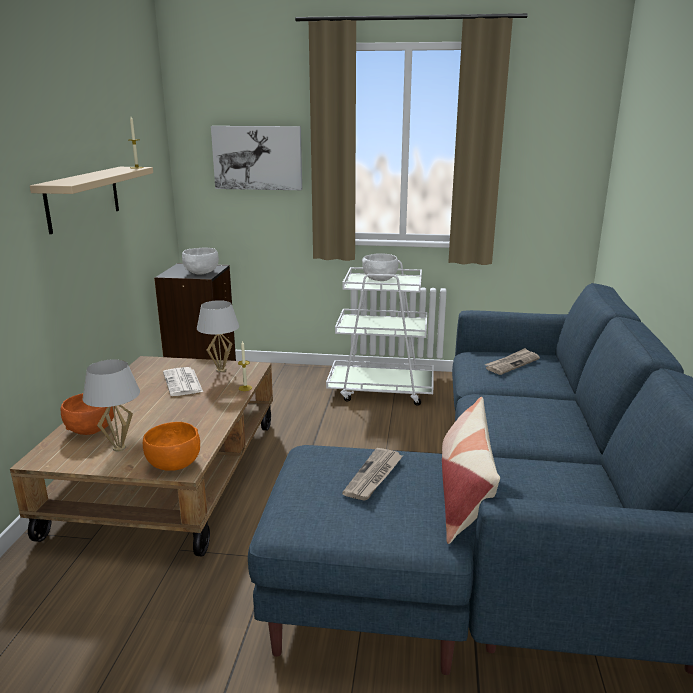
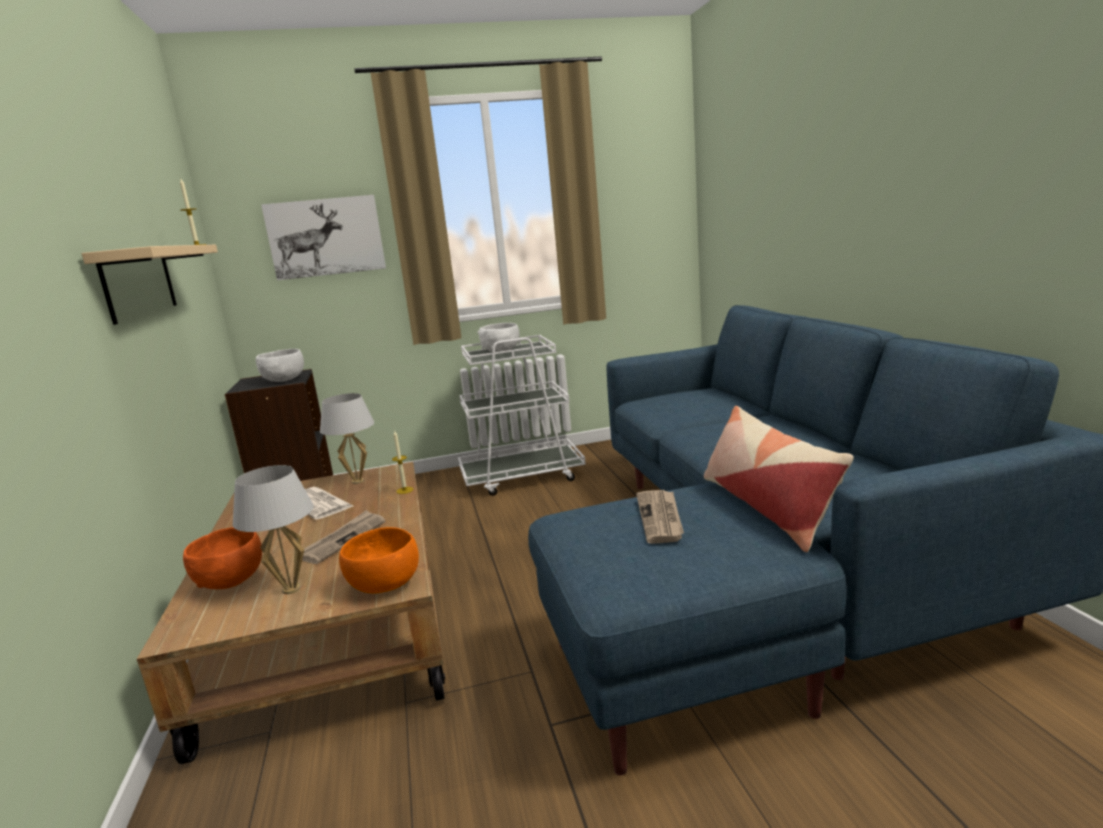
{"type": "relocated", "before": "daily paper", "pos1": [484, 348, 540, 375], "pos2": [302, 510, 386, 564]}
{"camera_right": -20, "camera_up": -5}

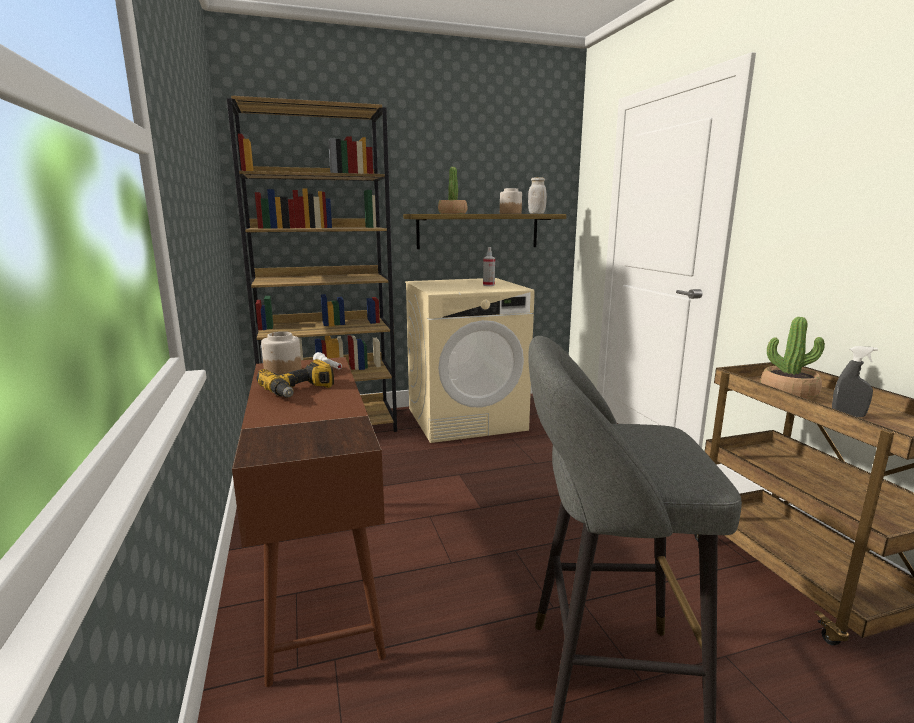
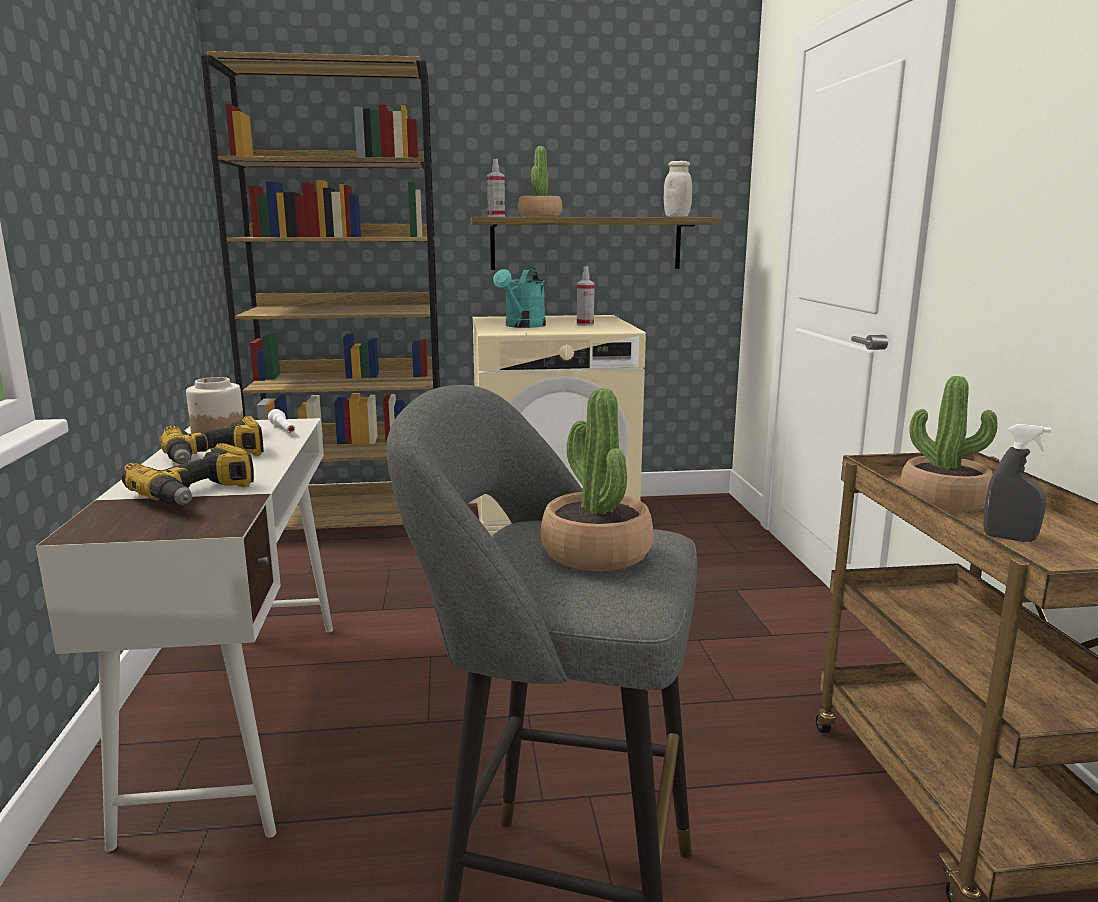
{"type": "colour", "before": "desk unit (brown-coloured)", "after": "desk unit (white)", "pos1": [232, 357, 386, 687], "pos2": [36, 418, 333, 852]}
{"type": "appeared", "after": "drill", "pos2": [122, 443, 254, 505]}
{"type": "appeared", "after": "sprayer", "pos2": [487, 159, 505, 217]}
{"type": "appeared", "after": "sprinkling can (blue-green)", "pos2": [493, 267, 546, 328]}
{"type": "appeared", "after": "plant in a pot", "pos2": [541, 388, 653, 571]}
{"type": "missing", "before": "storage jar", "pos1": [500, 188, 522, 214]}
{"camera_right": 10, "camera_up": 0}

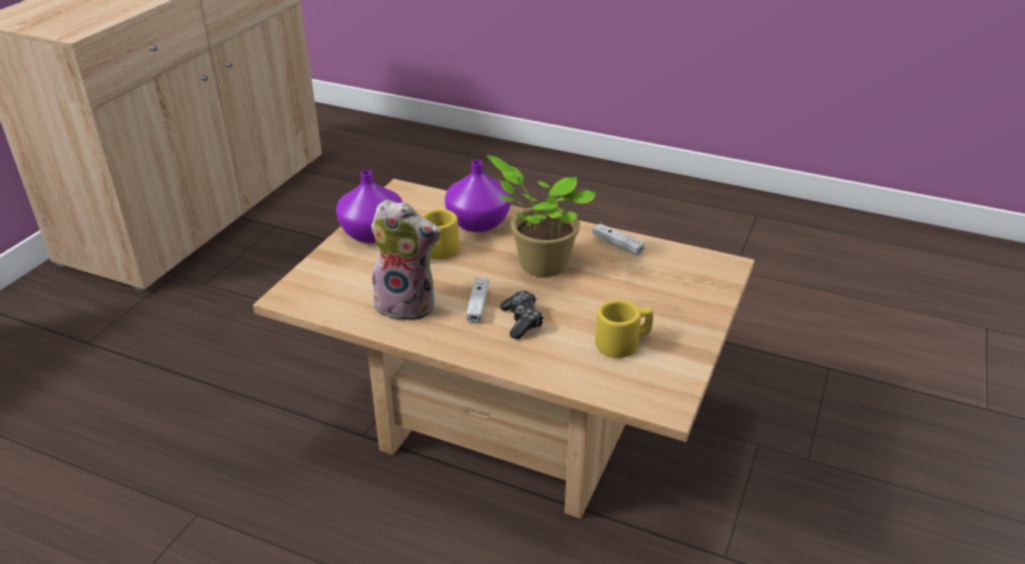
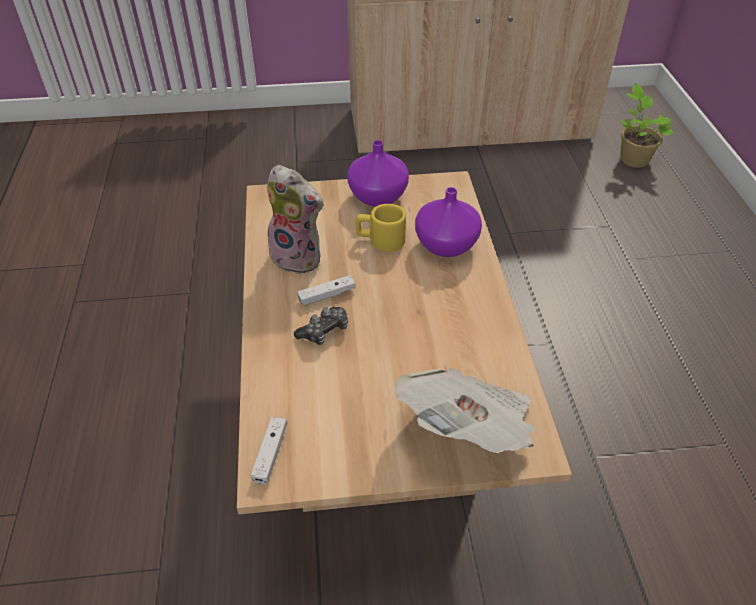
{"type": "relocated", "before": "joypad (white)", "pos1": [592, 224, 645, 255], "pos2": [251, 417, 287, 484]}
{"type": "spun", "before": "plush toy", "pos1": [371, 199, 441, 321], "pos2": [267, 165, 324, 275], "turn": -45}
{"type": "appeared", "after": "daily paper", "pos2": [395, 368, 536, 453]}
{"type": "relocated", "before": "plant in a pot", "pos1": [487, 155, 596, 277], "pos2": [620, 83, 674, 168]}
{"type": "missing", "before": "tea mug (yellow-coloured)", "pos1": [595, 300, 653, 358]}
{"camera_right": 60, "camera_up": 10}

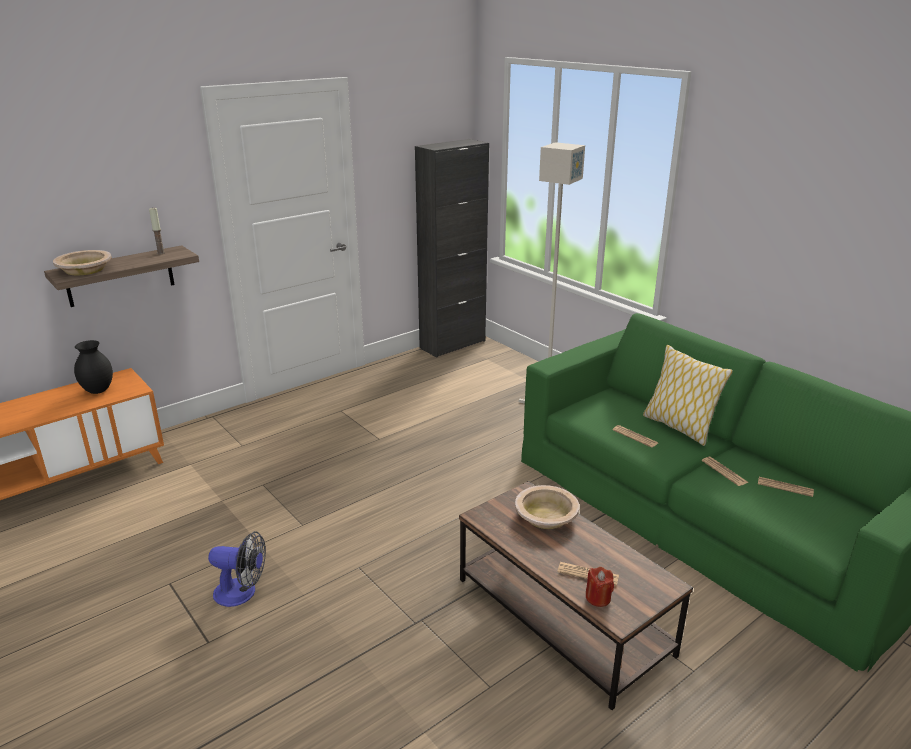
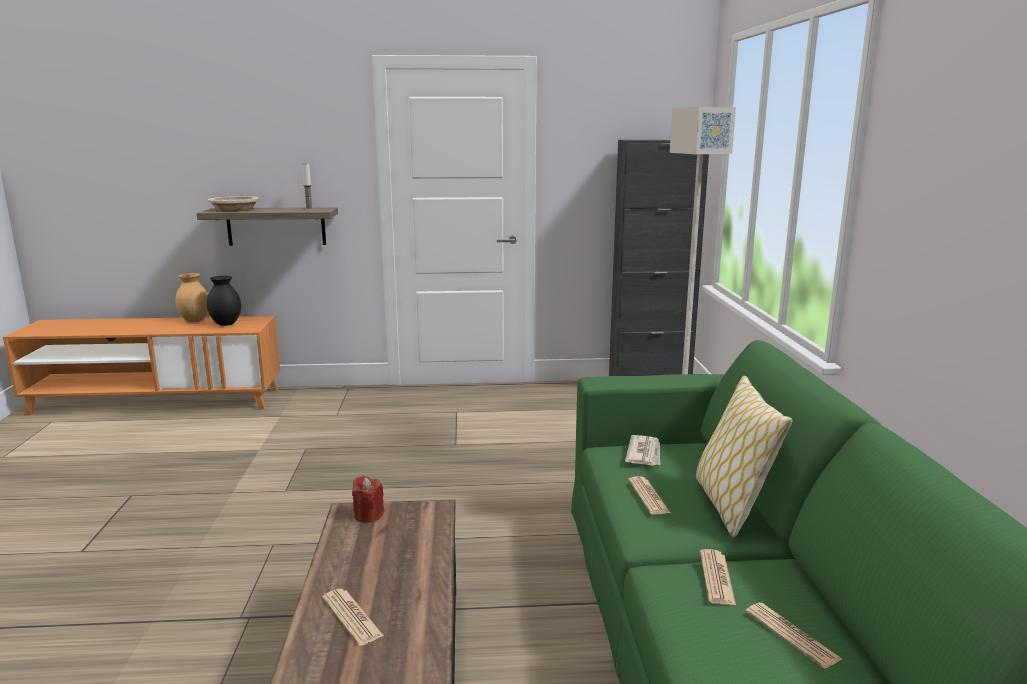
{"type": "appeared", "after": "flower vase (brown-coloured)", "pos2": [175, 273, 208, 322]}
{"type": "relocated", "before": "candle (reddish)", "pos1": [586, 567, 614, 607], "pos2": [352, 475, 384, 523]}
{"type": "appeared", "after": "daily paper", "pos2": [625, 435, 660, 466]}
{"type": "missing", "before": "electric fan", "pos1": [208, 531, 266, 607]}
{"type": "missing", "before": "deep dish (beige-coloured)", "pos1": [515, 485, 579, 529]}
{"camera_right": 35, "camera_up": -10}

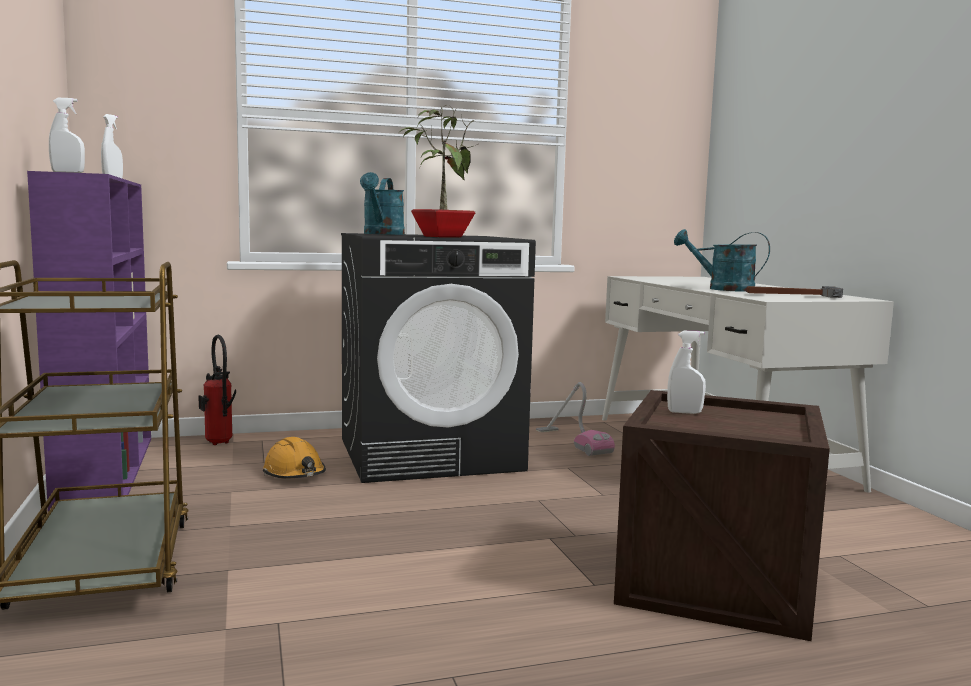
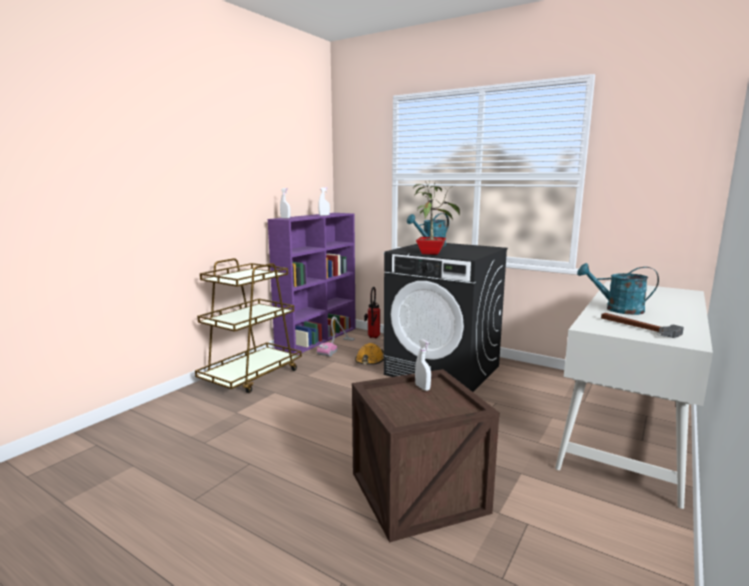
{"type": "relocated", "before": "vacuum", "pos1": [536, 382, 615, 456], "pos2": [317, 316, 355, 357]}
{"type": "spun", "before": "sprinkling can (blue-green)", "pos1": [674, 229, 770, 292], "pos2": [577, 263, 659, 315], "turn": -60}
{"camera_right": 50, "camera_up": 5}

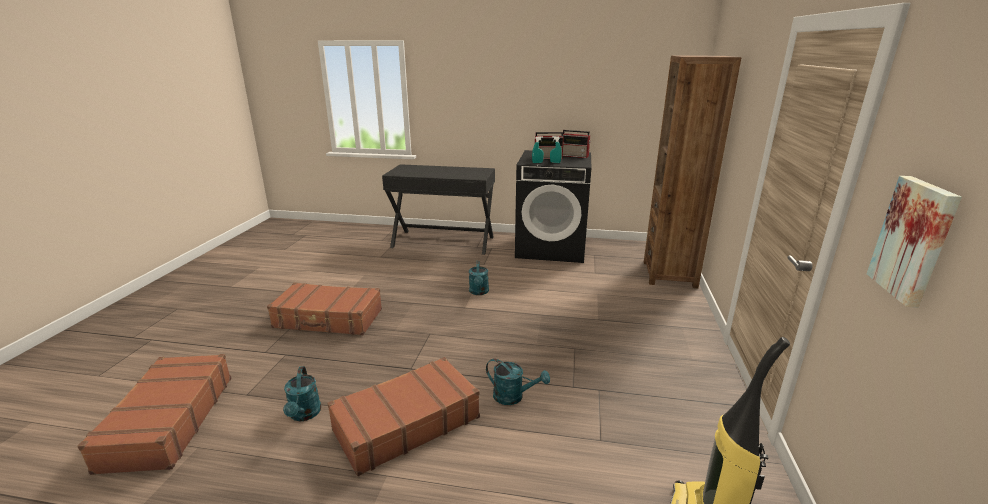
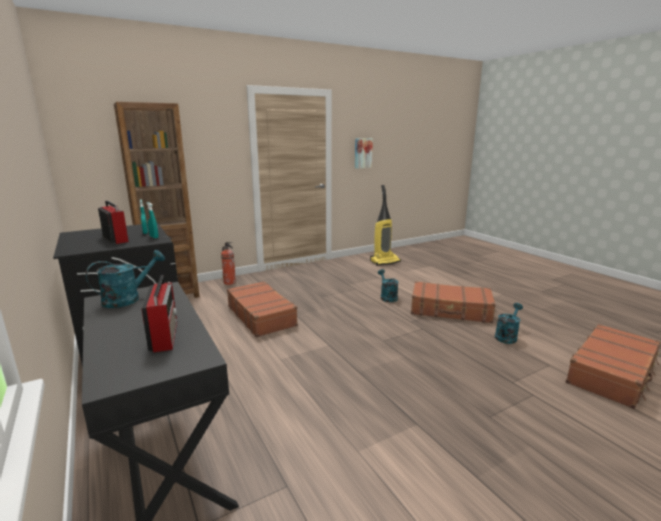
{"type": "relocated", "before": "sprinkling can (blue-green)", "pos1": [469, 261, 489, 295], "pos2": [86, 250, 165, 308]}
{"type": "relocated", "before": "radio set", "pos1": [563, 130, 591, 158], "pos2": [141, 275, 177, 352]}
{"type": "appeared", "after": "fire-fighting cylinder", "pos2": [221, 242, 236, 285]}
{"type": "relocated", "before": "piece of luggage (brown-coloured)", "pos1": [267, 282, 382, 335], "pos2": [227, 281, 298, 337]}
{"camera_right": -130, "camera_up": -5}

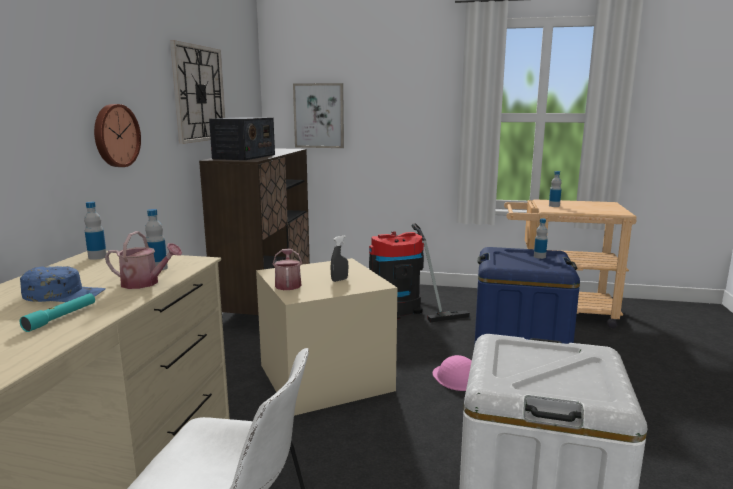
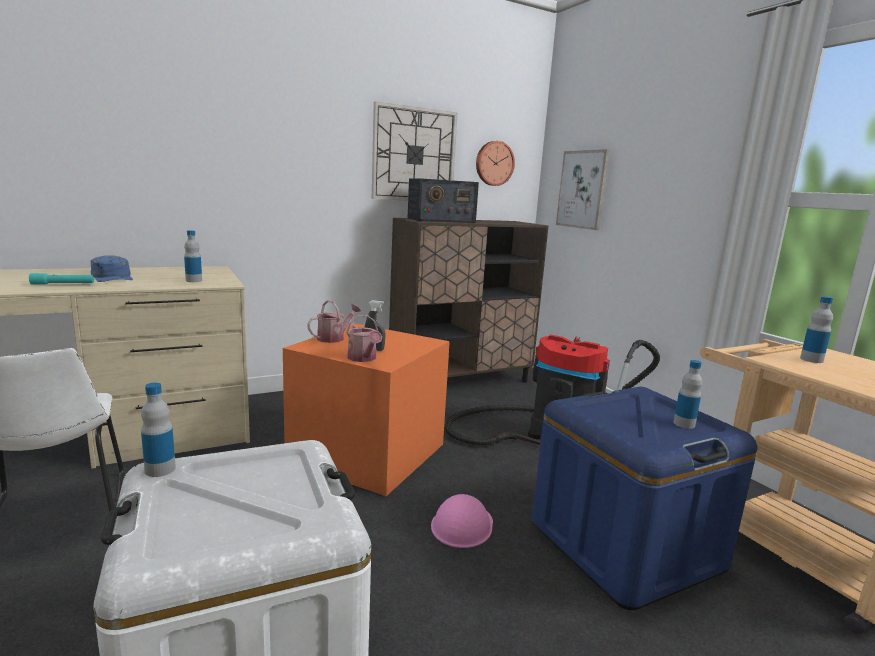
{"type": "relocated", "before": "bottle", "pos1": [84, 202, 107, 260], "pos2": [141, 383, 176, 477]}
{"type": "colour", "before": "storage box (beige-coloured)", "after": "storage box (orangey)", "pos1": [256, 258, 397, 416], "pos2": [283, 323, 450, 496]}
{"type": "relocated", "before": "sprinkling can", "pos1": [105, 231, 182, 289], "pos2": [346, 315, 382, 362]}
{"type": "relocated", "before": "clock on the wall", "pos1": [94, 104, 141, 167], "pos2": [476, 141, 515, 186]}
{"camera_right": 50, "camera_up": 0}

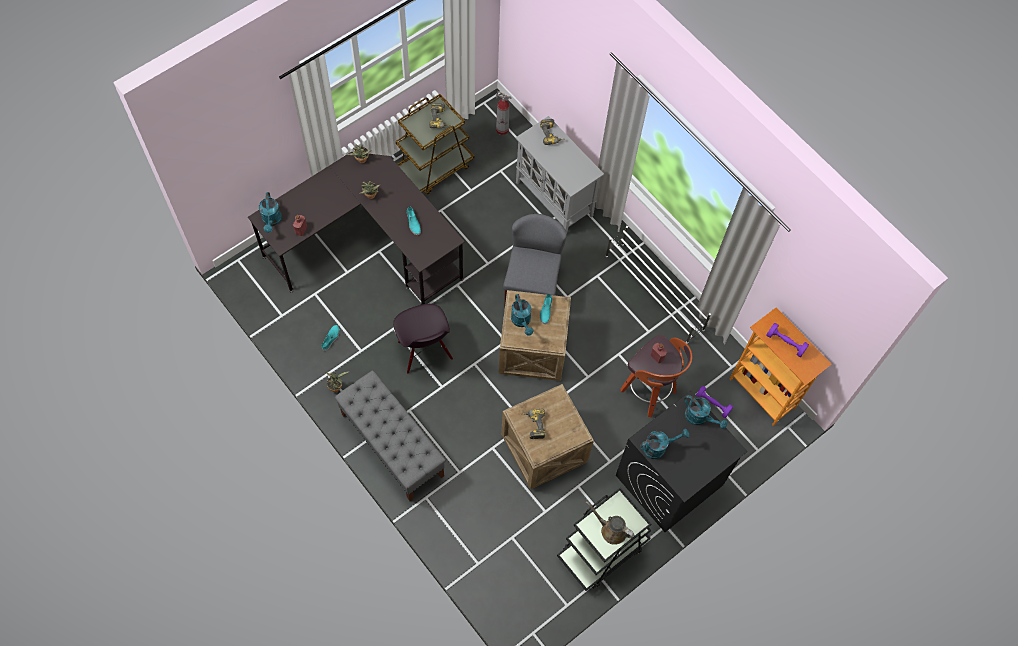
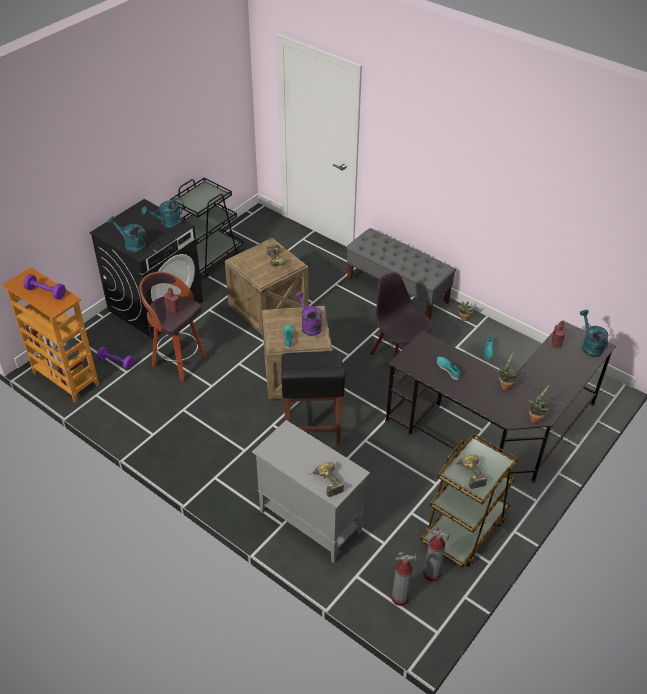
{"type": "exchanged", "before": "chair (grey)", "after": "sitting stool (black-coloured)", "pos1": [503, 214, 567, 303], "pos2": [281, 352, 345, 445]}
{"type": "colour", "before": "sprinkling can (blue-green)", "after": "sprinkling can (purple-coloured)", "pos1": [511, 294, 534, 335], "pos2": [295, 292, 322, 336]}
{"type": "appeared", "after": "fire-fighting cylinder", "pos2": [423, 526, 450, 582]}
{"type": "missing", "before": "sprinkling can (brown-coloured)", "pos1": [586, 501, 634, 545]}
{"type": "missing", "before": "shoe shelf (white)", "pos1": [606, 226, 711, 344]}
{"camera_right": 170, "camera_up": -20}

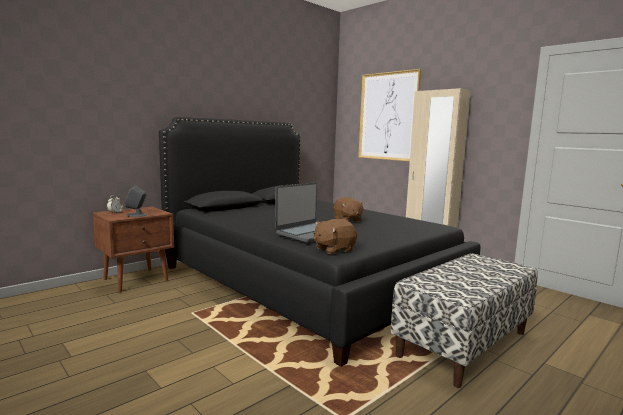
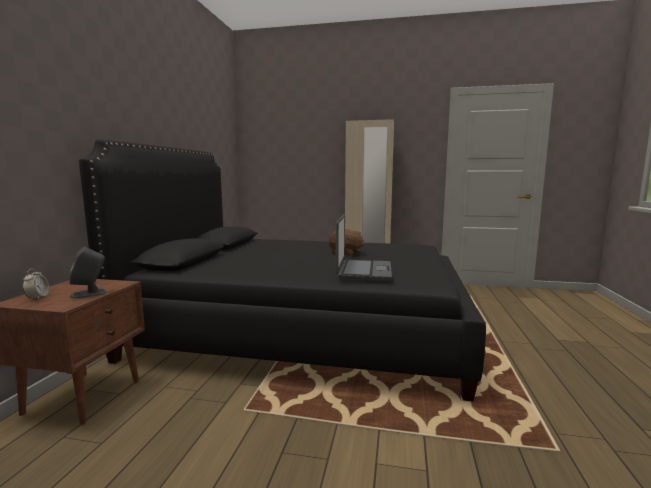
{"type": "missing", "before": "plush toy (brown-coloured)", "pos1": [313, 219, 357, 254]}
{"type": "missing", "before": "picture", "pos1": [358, 69, 421, 161]}
{"type": "missing", "before": "long seat", "pos1": [391, 253, 538, 388]}
{"camera_right": -35, "camera_up": 0}

